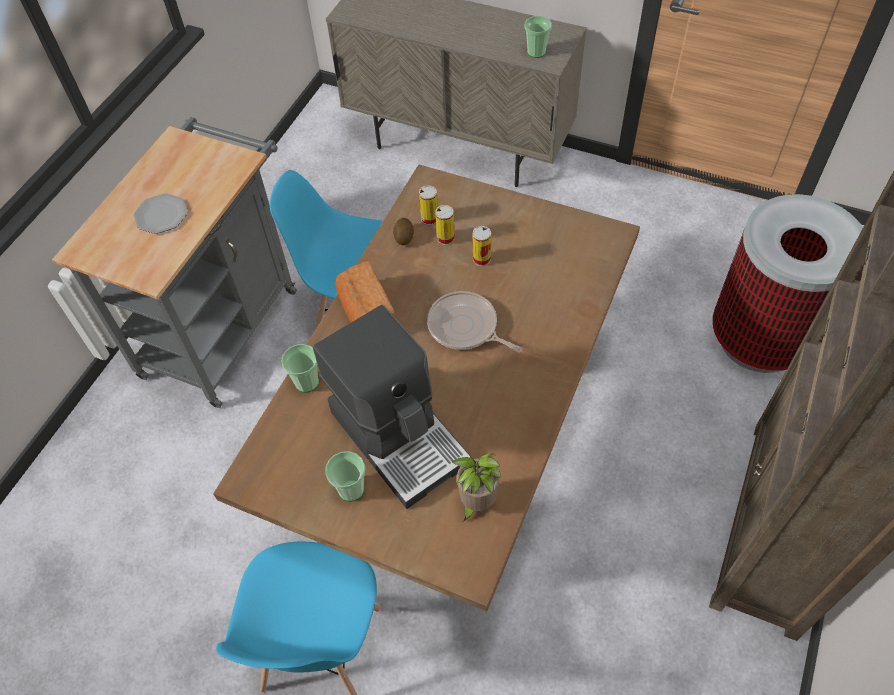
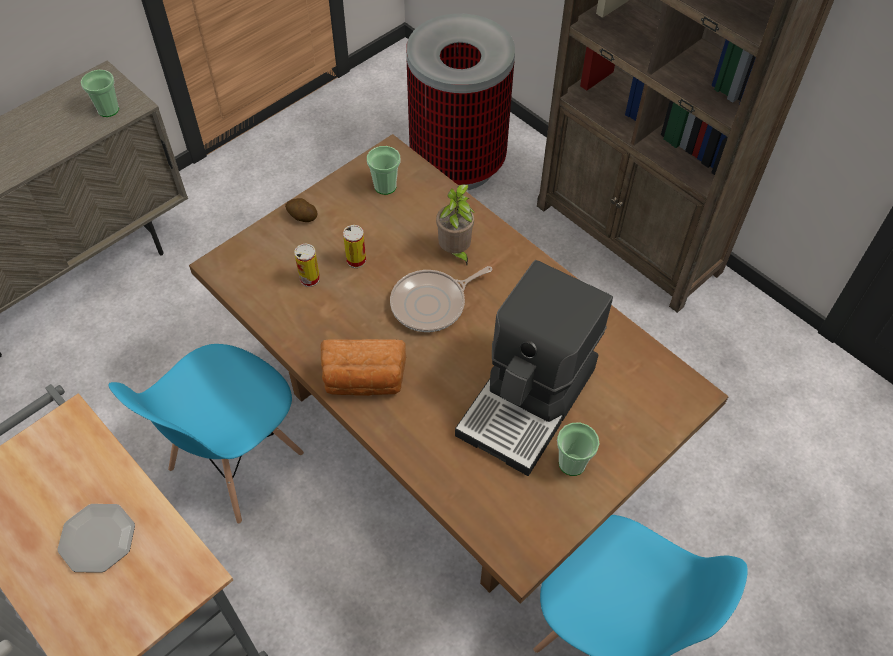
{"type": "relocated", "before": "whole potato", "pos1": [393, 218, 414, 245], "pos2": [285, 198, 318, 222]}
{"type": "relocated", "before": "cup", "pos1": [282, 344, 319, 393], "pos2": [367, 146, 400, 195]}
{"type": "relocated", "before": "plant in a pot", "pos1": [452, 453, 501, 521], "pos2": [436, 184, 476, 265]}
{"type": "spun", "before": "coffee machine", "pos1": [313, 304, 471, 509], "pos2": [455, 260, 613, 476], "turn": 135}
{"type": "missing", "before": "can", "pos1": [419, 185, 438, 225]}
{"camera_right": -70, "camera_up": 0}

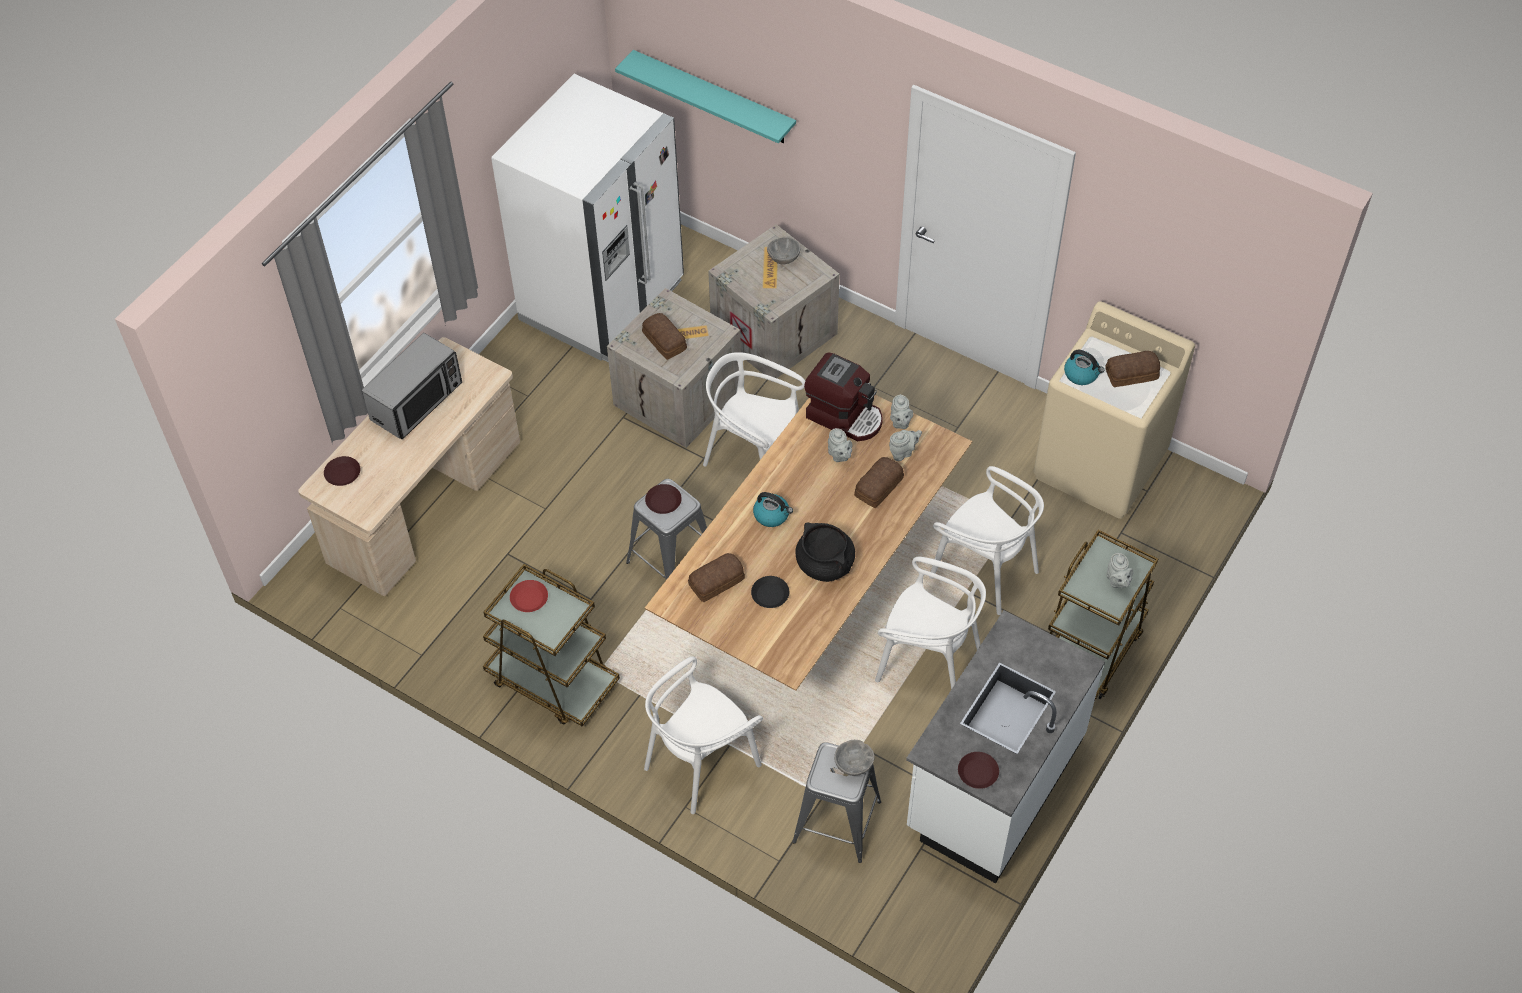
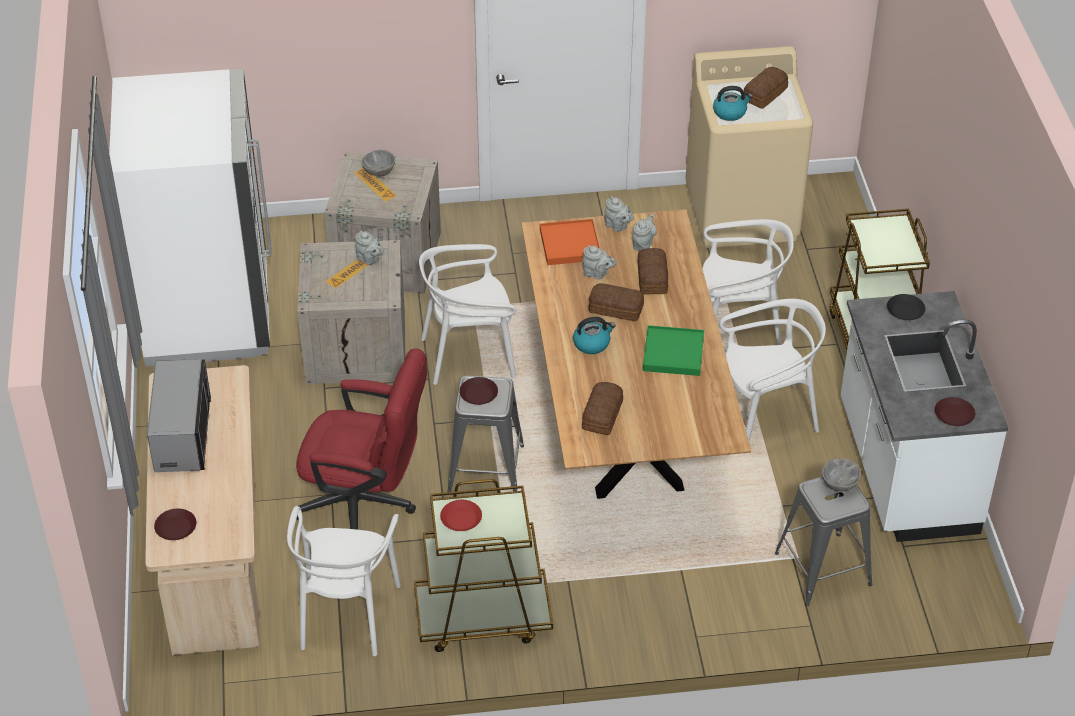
{"type": "relocated", "before": "chair (white)", "pos1": [644, 656, 763, 814], "pos2": [287, 506, 401, 656]}
{"type": "appeared", "after": "office chair (reddish)", "pos2": [296, 348, 427, 530]}
{"type": "relocated", "before": "pot for tea (grey)", "pos1": [1106, 553, 1133, 588], "pos2": [355, 230, 384, 265]}
{"type": "exchanged", "before": "coffee machine", "after": "tray (orangey)", "pos1": [804, 352, 883, 441], "pos2": [540, 219, 600, 265]}
{"type": "relocated", "before": "bakery bread", "pos1": [642, 313, 687, 360], "pos2": [589, 283, 644, 321]}
{"type": "exchanged", "before": "stockpot (black-coloured)", "after": "tray (green-coloured)", "pos1": [796, 523, 855, 582], "pos2": [643, 325, 704, 376]}
{"type": "relocated", "before": "plate (black-coloured)", "pos1": [751, 576, 789, 608], "pos2": [887, 294, 926, 320]}
{"type": "missing", "before": "shelf (blue-green)", "pos1": [615, 50, 796, 143]}
{"camera_right": -40, "camera_up": -10}

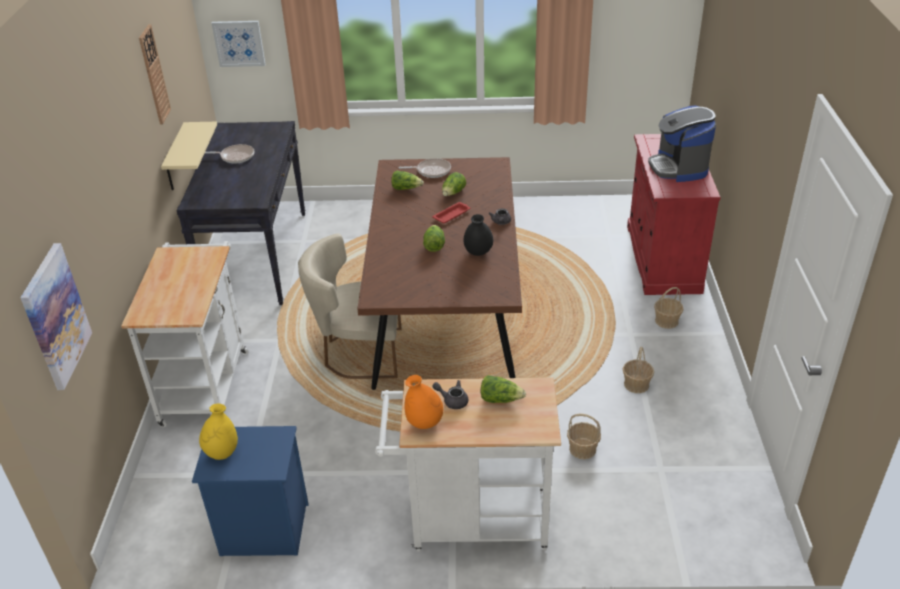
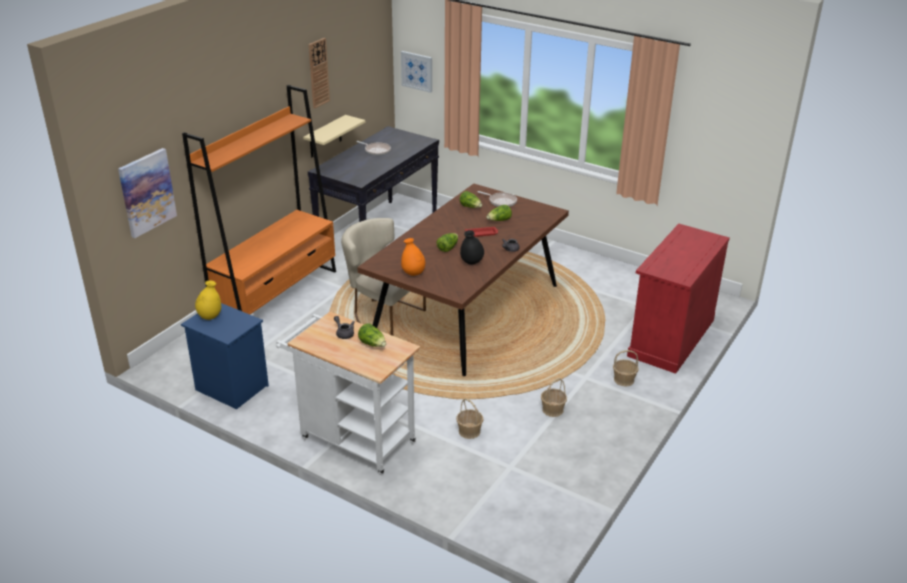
{"type": "exchanged", "before": "cart (white)", "after": "bookcase (orangey)", "pos1": [121, 241, 249, 428], "pos2": [182, 85, 336, 314]}
{"type": "relocated", "before": "flower vase (orangey)", "pos1": [404, 375, 443, 429], "pos2": [401, 238, 425, 276]}
{"type": "missing", "before": "coffee machine", "pos1": [648, 106, 716, 182]}
{"camera_right": 30, "camera_up": -5}

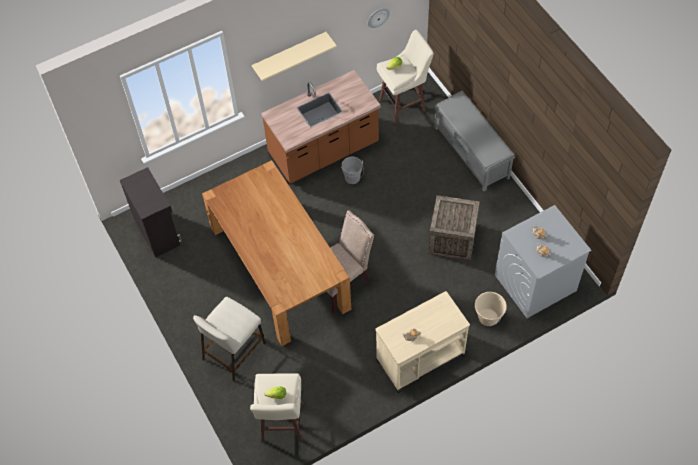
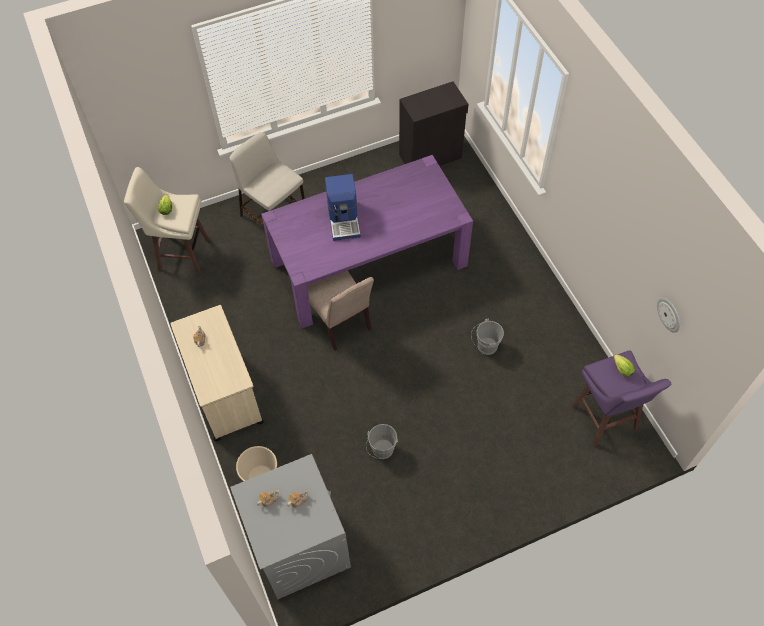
{"type": "colour", "before": "dinner table (brown-coloured)", "after": "dinner table (purple-coloured)", "pos1": [202, 160, 351, 346], "pos2": [261, 155, 473, 328]}
{"type": "appeared", "after": "coffee machine", "pos2": [325, 174, 361, 241]}
{"type": "exchanged", "before": "packing crate", "after": "water bucket (grey)", "pos1": [428, 195, 480, 260], "pos2": [366, 424, 398, 459]}
{"type": "colour", "before": "sitting stool (beige-coloured)", "after": "sitting stool (purple-coloured)", "pos1": [377, 30, 434, 124], "pos2": [572, 350, 671, 447]}
{"type": "missing", "before": "shelf (beige-coloured)", "pos1": [252, 32, 337, 81]}
{"type": "missing", "before": "kitchen counter (brown-coloured)", "pos1": [261, 70, 381, 184]}
{"type": "missing", "before": "long seat (grey)", "pos1": [434, 91, 515, 191]}
{"camera_right": 95, "camera_up": 0}

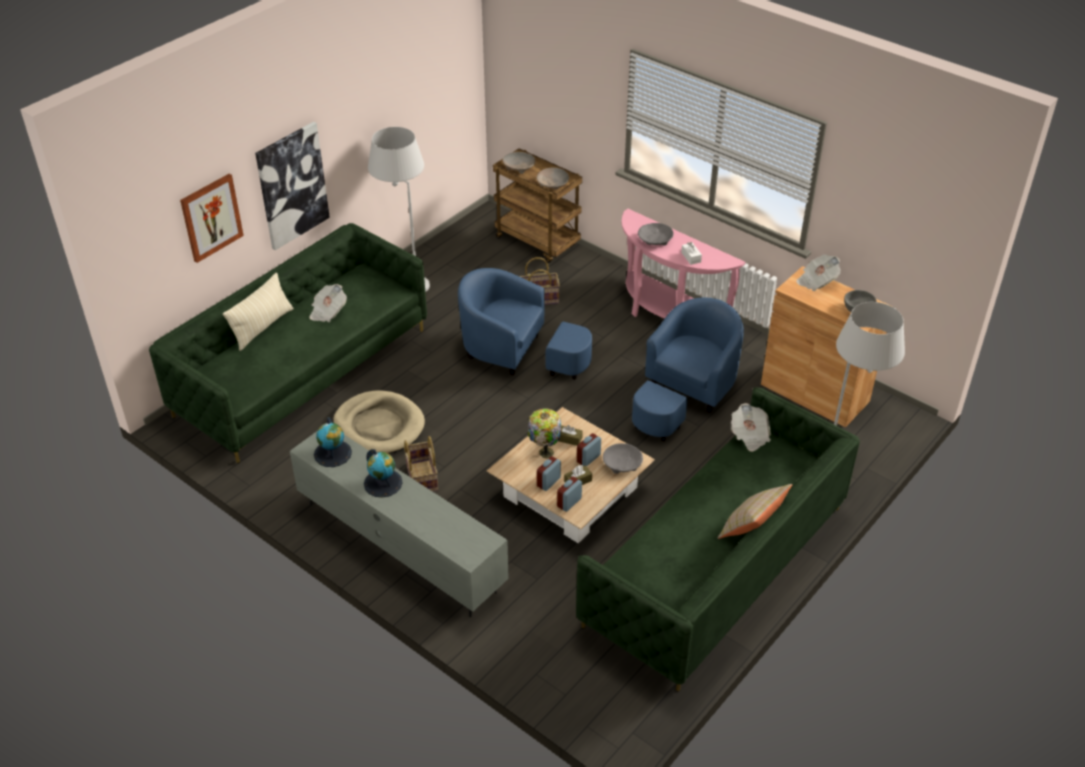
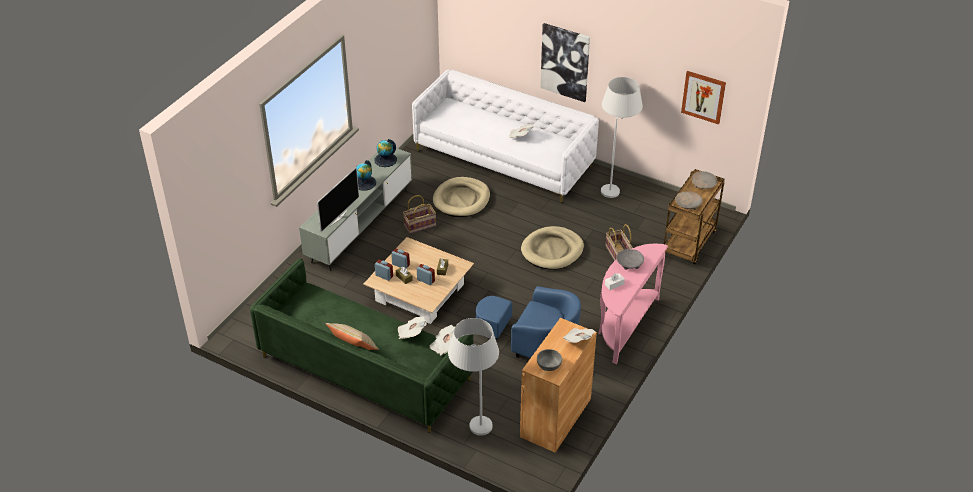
{"type": "appeared", "after": "television", "pos2": [317, 167, 359, 232]}
{"type": "appeared", "after": "daily paper", "pos2": [398, 316, 427, 339]}
{"type": "colour", "before": "couch (green-coloured)", "after": "couch (white)", "pos1": [149, 223, 427, 463], "pos2": [412, 70, 599, 203]}
{"type": "exchanged", "before": "lounge chair (bluish)", "after": "dog cushion (beige-coloured)", "pos1": [458, 268, 592, 380], "pos2": [521, 226, 584, 270]}
{"type": "relocated", "before": "picture", "pos1": [180, 174, 244, 263], "pos2": [681, 71, 726, 124]}
{"type": "missing", "before": "throw pillow (beige-coloured)", "pos1": [223, 272, 294, 351]}
{"type": "missing", "before": "table lamp", "pos1": [527, 408, 561, 459]}
{"type": "missing", "before": "deep dish (grey)", "pos1": [603, 443, 643, 474]}
{"camera_right": 80, "camera_up": 0}

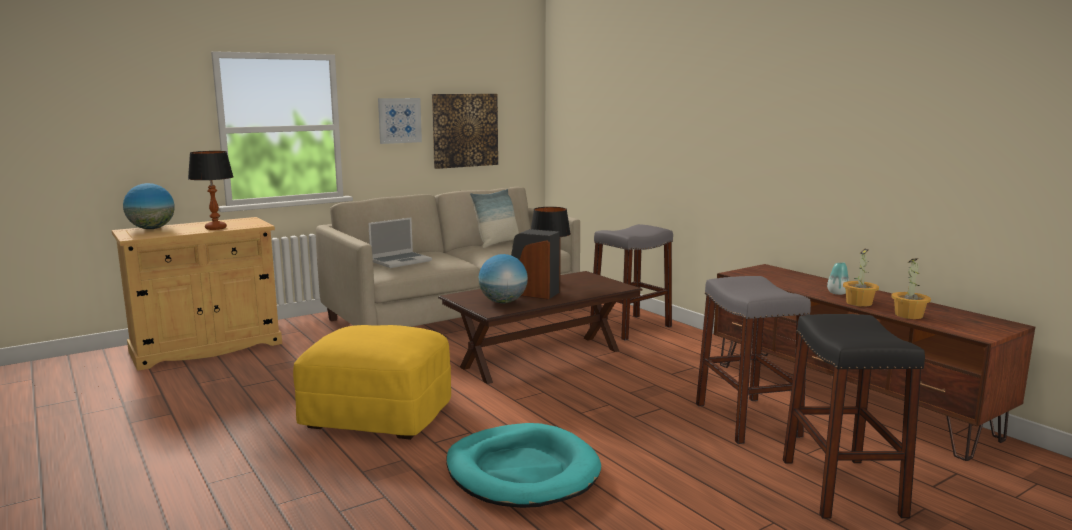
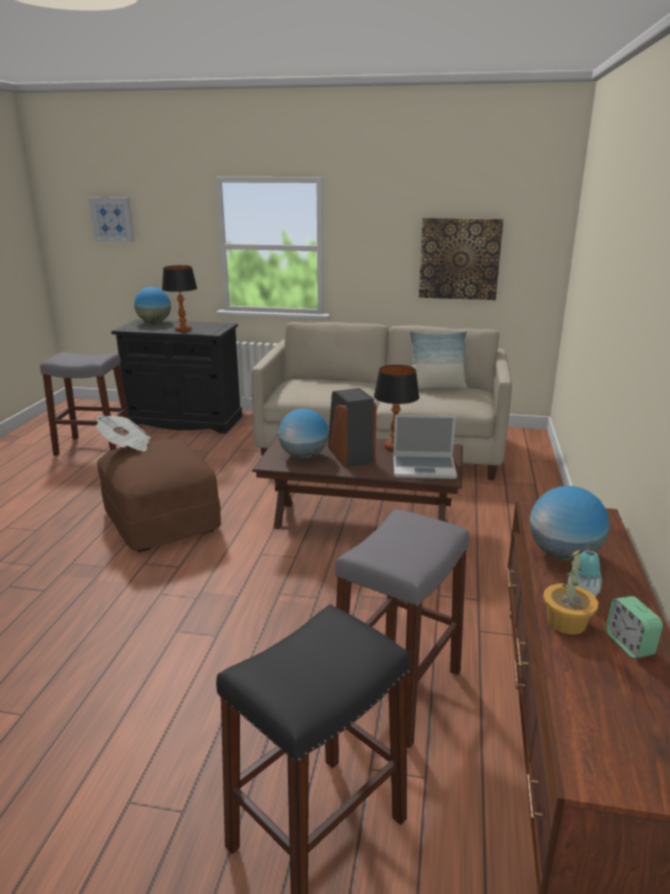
{"type": "relocated", "before": "sitting stool (grey)", "pos1": [590, 224, 673, 341], "pos2": [40, 352, 130, 456]}
{"type": "relocated", "before": "picture", "pos1": [378, 98, 422, 144], "pos2": [88, 197, 134, 242]}
{"type": "appeared", "after": "daily paper", "pos2": [96, 415, 150, 451]}
{"type": "colour", "before": "pouffe (yellow-coloured)", "after": "pouffe (brown-coloured)", "pos1": [293, 325, 451, 440], "pos2": [97, 440, 221, 553]}
{"type": "colour", "before": "cupboard (beige-coloured)", "after": "cupboard (black-coloured)", "pos1": [112, 217, 282, 371], "pos2": [111, 319, 242, 434]}
{"type": "relocated", "before": "portable computer", "pos1": [368, 217, 432, 268], "pos2": [393, 415, 457, 479]}
{"type": "appeared", "after": "desk globe", "pos2": [530, 486, 610, 561]}
{"type": "appeared", "after": "table clock", "pos2": [606, 596, 663, 658]}
{"type": "missing", "before": "dog cushion (blue-green)", "pos1": [446, 423, 601, 508]}
{"type": "missing", "before": "plant in a pot", "pos1": [891, 258, 931, 319]}
{"camera_right": 45, "camera_up": 10}

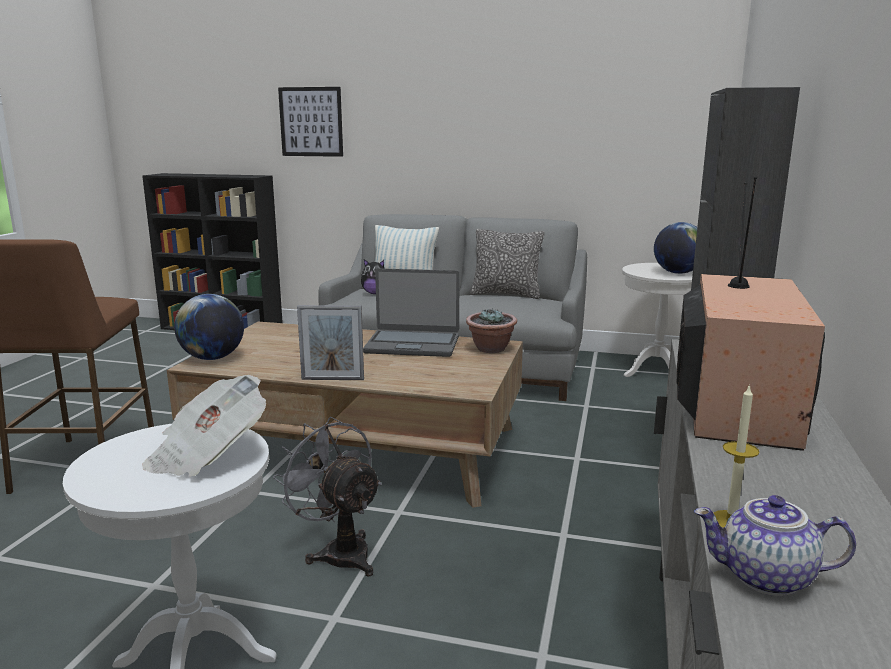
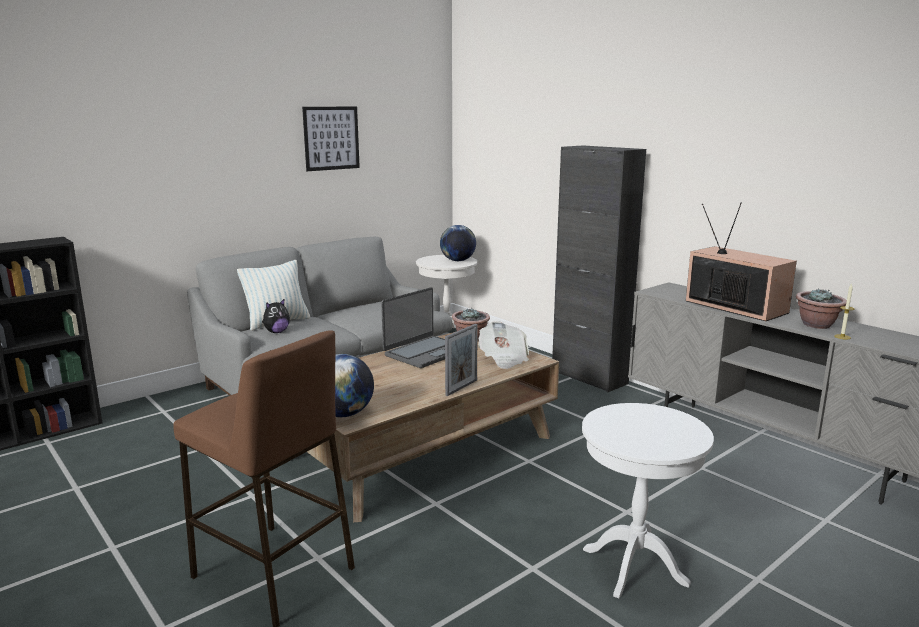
{"type": "relocated", "before": "picture", "pos1": [278, 87, 343, 157], "pos2": [302, 107, 360, 171]}
{"type": "relocated", "before": "daily paper", "pos1": [142, 375, 266, 477], "pos2": [478, 321, 529, 369]}
{"type": "appeared", "after": "plant in a pot", "pos2": [796, 288, 847, 329]}
{"type": "missing", "before": "electric fan (grey)", "pos1": [273, 417, 382, 577]}
{"type": "missing", "before": "throw pillow", "pos1": [470, 229, 545, 299]}
{"type": "missing", "before": "pot for tea", "pos1": [694, 495, 856, 596]}
{"camera_right": -55, "camera_up": 0}

